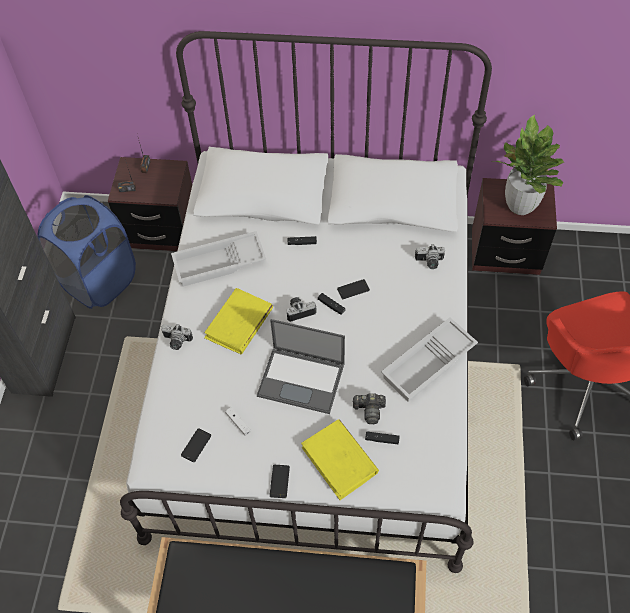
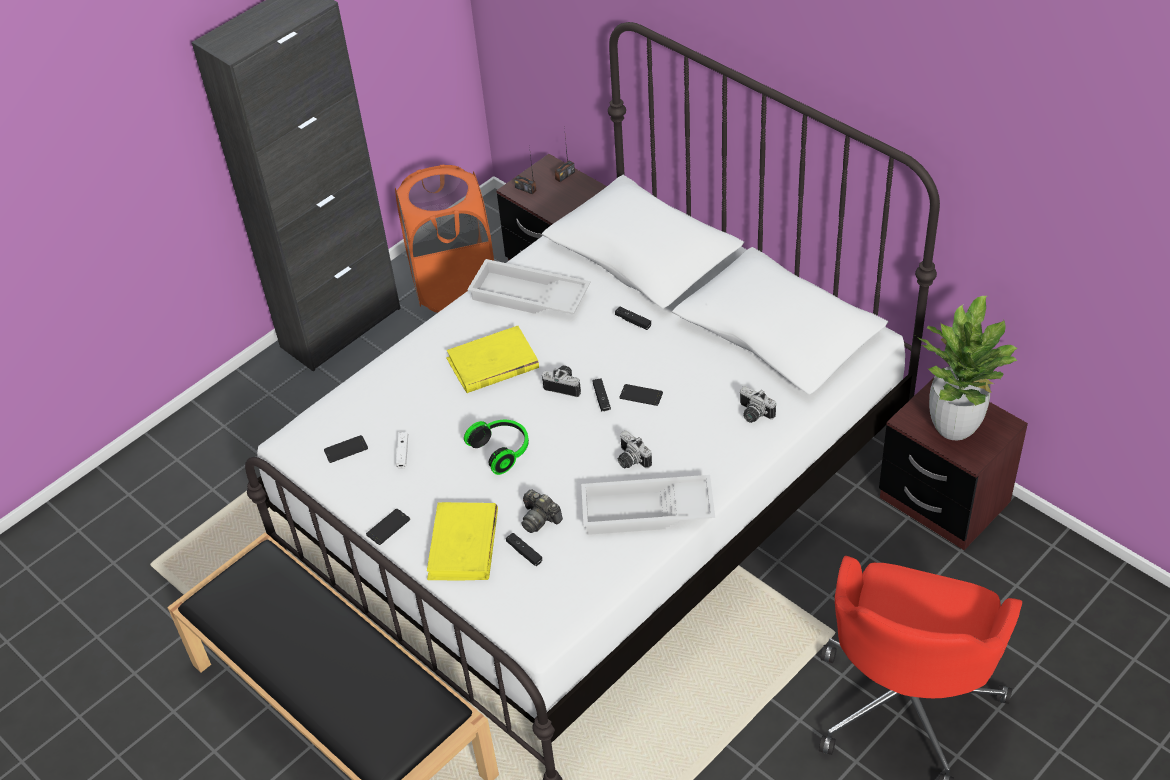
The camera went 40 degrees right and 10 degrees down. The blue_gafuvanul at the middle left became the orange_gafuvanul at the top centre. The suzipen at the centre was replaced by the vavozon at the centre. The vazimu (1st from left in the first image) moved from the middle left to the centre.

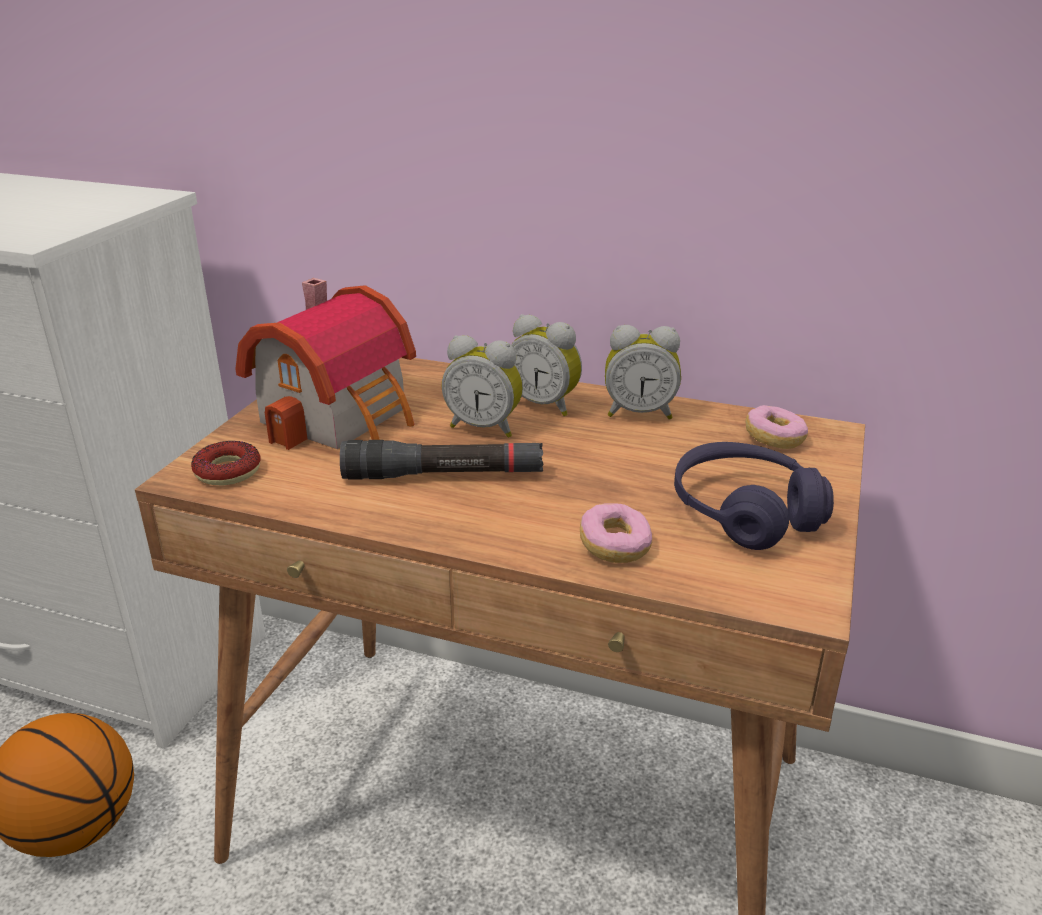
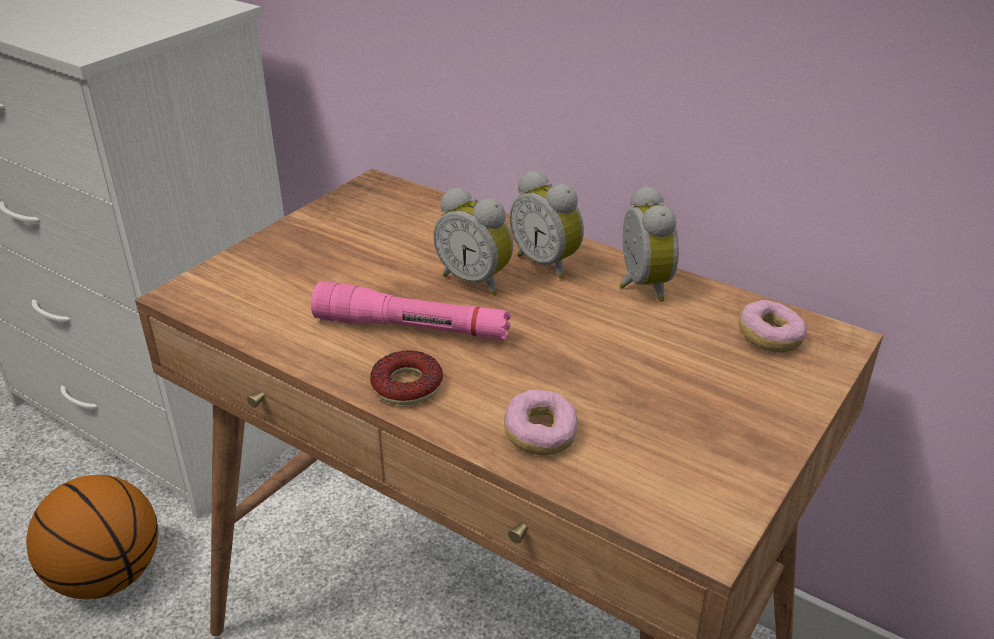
The camera went 15 degrees right and 5 degrees up. The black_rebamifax at the centre became the pink_rebamifax at the centre. The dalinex (1st from left) moved from the middle left to the centre. The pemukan (3rd from left) at the centre turned 120 degrees counterclockwise. The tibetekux at the middle left disappeared. The purple_vavozon at the middle right disappeared.

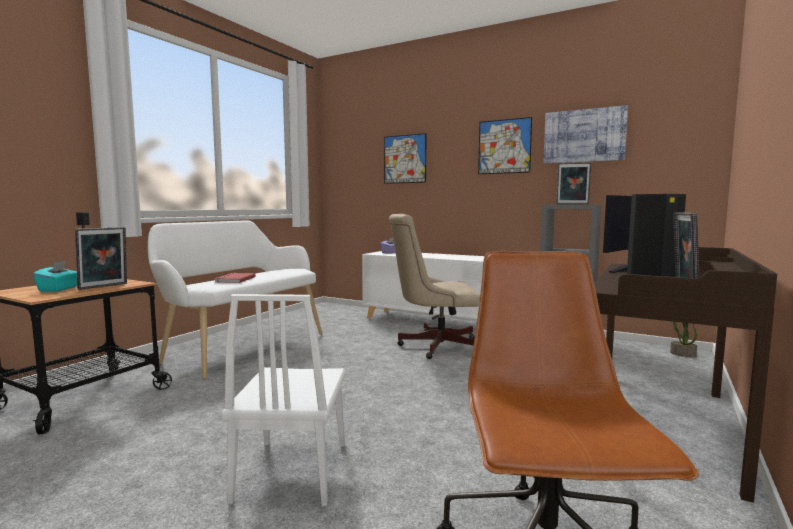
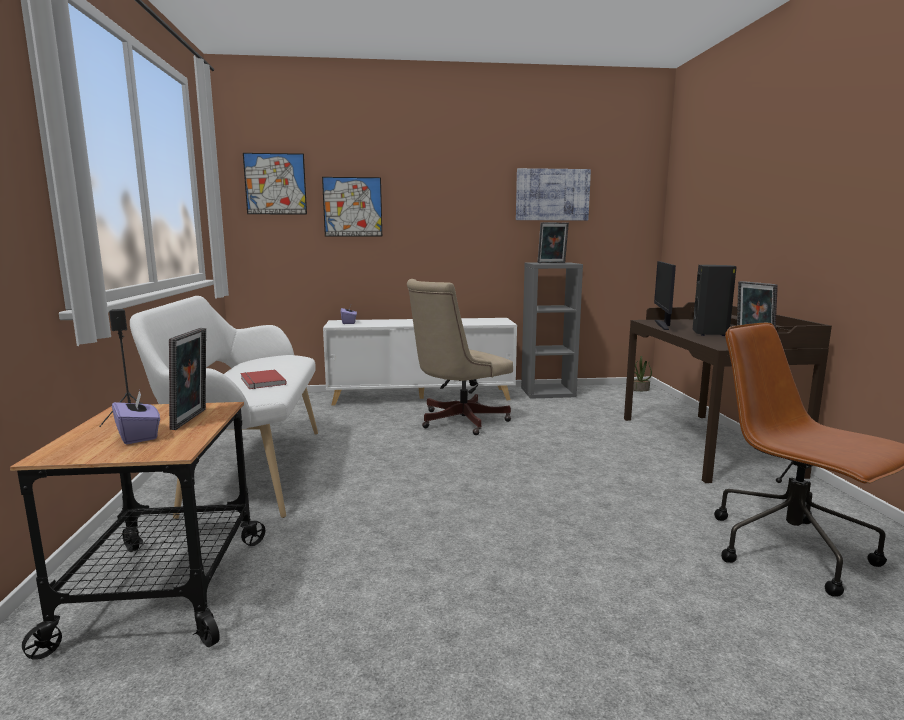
The camera went 35 degrees left and 5 degrees up. The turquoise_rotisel at the middle left became the purple_rotisel (1st from left) at the middle left. The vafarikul (2nd from left in the first image) moved from the top centre to the top left. The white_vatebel at the bottom centre disappeared.

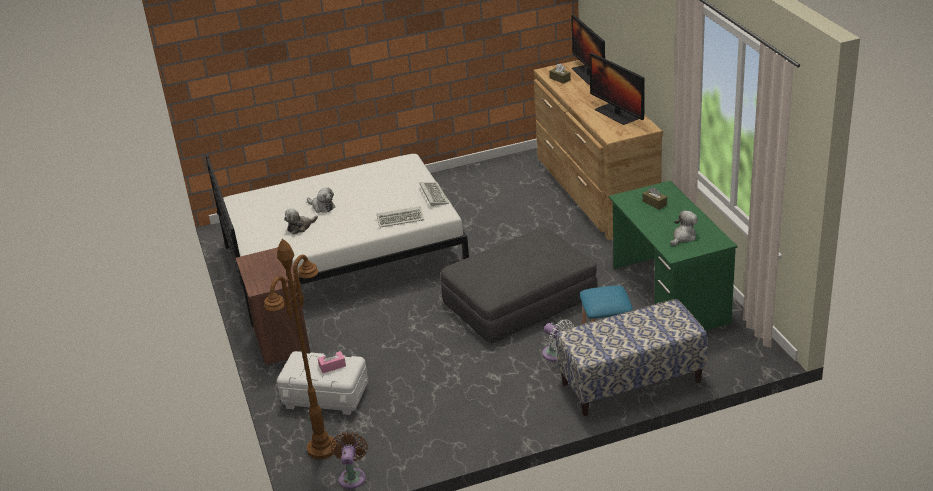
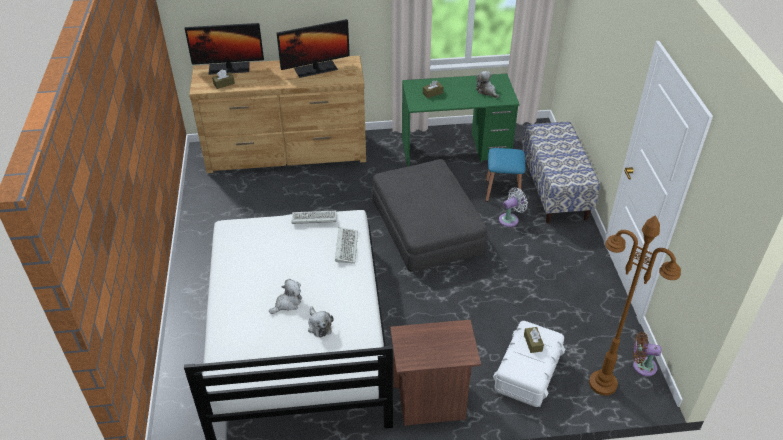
The camera went 80 degrees left and 10 degrees up. The pink_rotisel at the bottom centre became the brown_rotisel (3rd from left) at the bottom right.

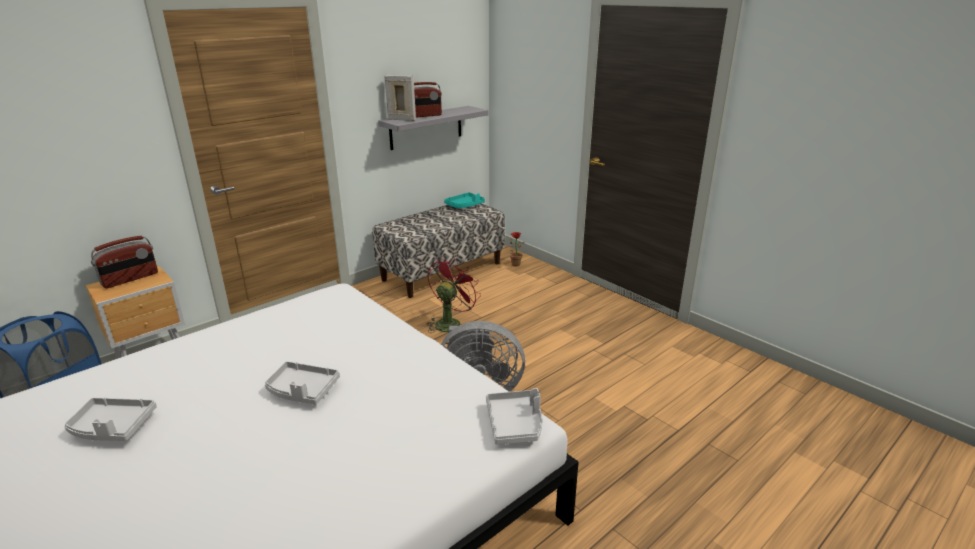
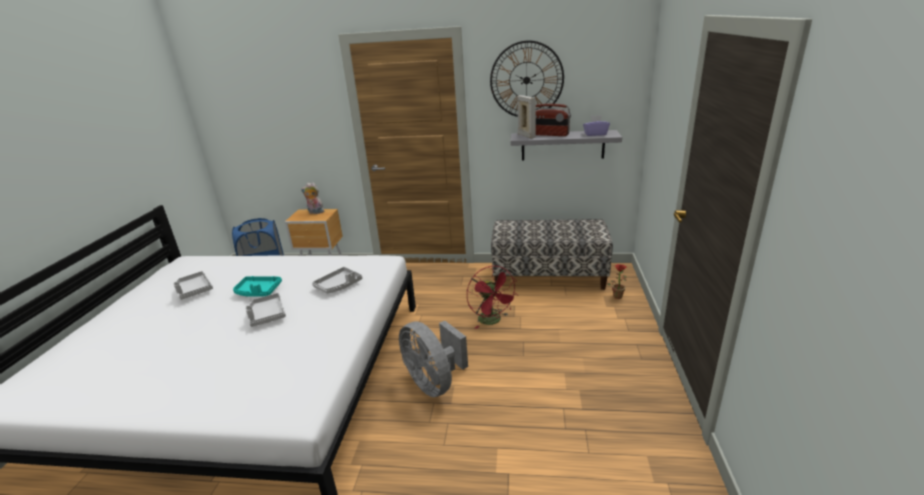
The camera went 50 degrees right and 0 degrees up. The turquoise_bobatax moved from the centre to the middle left. The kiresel (1st from left) at the middle left was replaced by the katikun at the centre. The grey_bobatax (3rd from left) moved from the bottom centre to the centre. The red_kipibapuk at the centre turned 75 degrees clockwise. The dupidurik at the top centre appeared. The purple_rotisel at the top centre appeared.

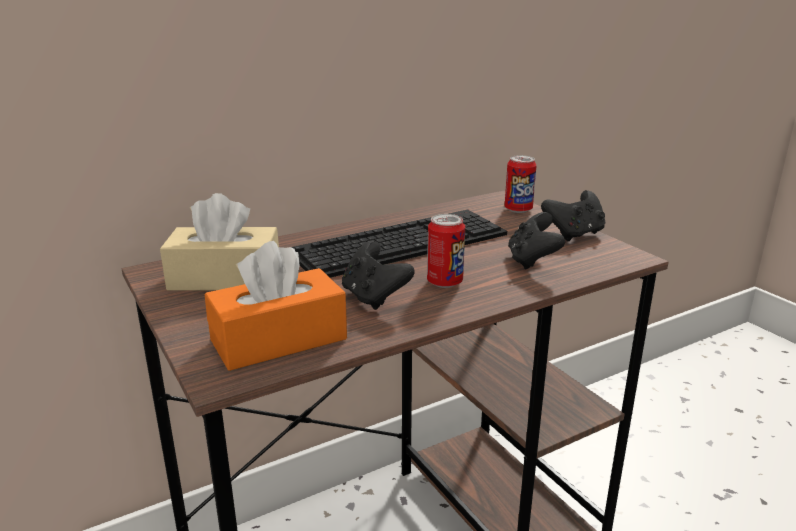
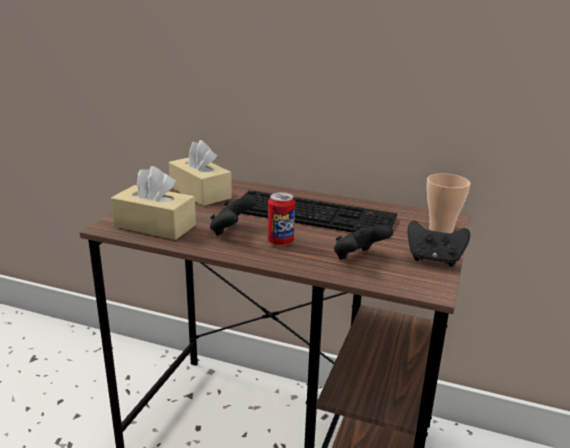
The camera went 50 degrees right and 0 degrees up. The orange_rotisel at the centre became the beige_rotisel (1st from left) at the middle left. The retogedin (2nd from left) at the centre was replaced by the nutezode at the middle right.

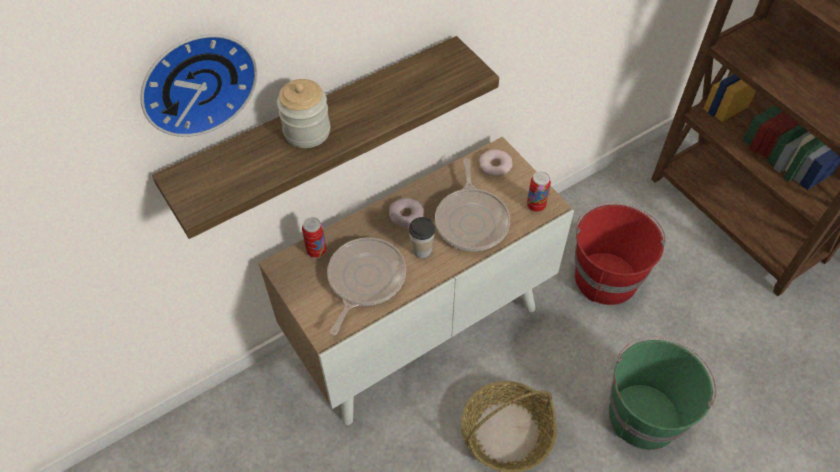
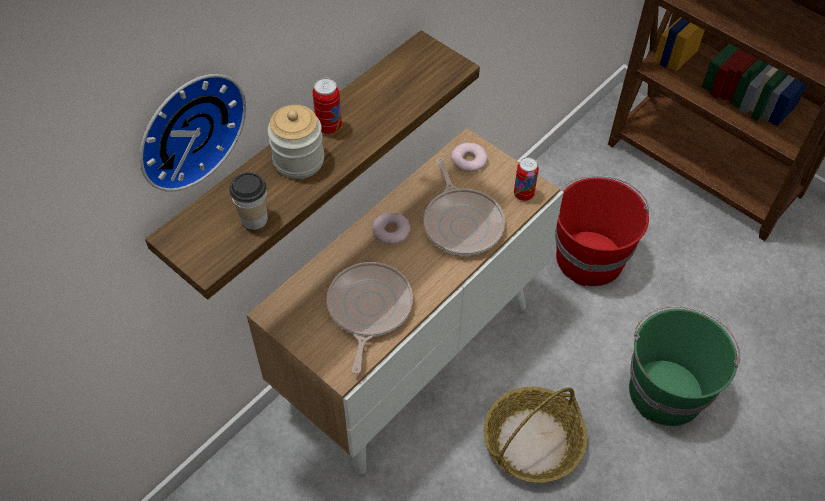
The camera went 15 degrees left and 0 degrees up. The nutezode moved from the centre to the middle left. The retogedin (1st from left) moved from the centre to the top centre.

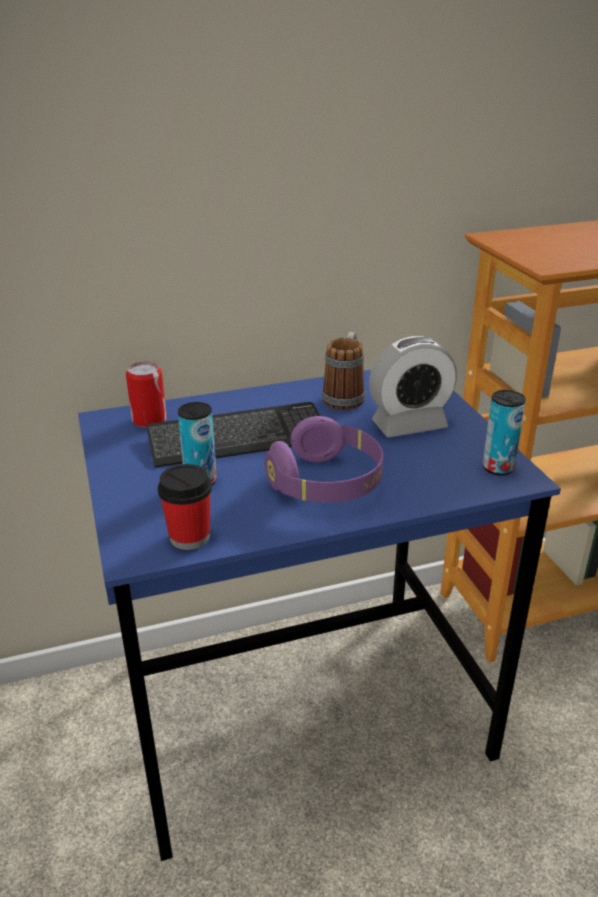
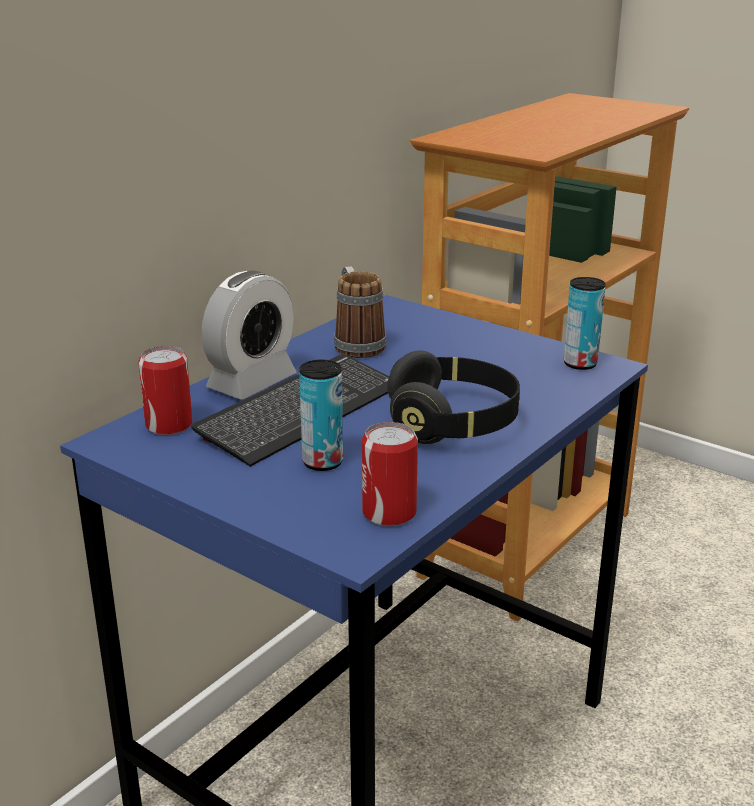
The camera went 35 degrees left and 5 degrees down. The pemukan moved from the middle right to the middle left. The nutezode at the middle left was replaced by the retogedin (3rd from left) at the centre. The purple_vavozon at the centre became the black_vavozon at the centre.

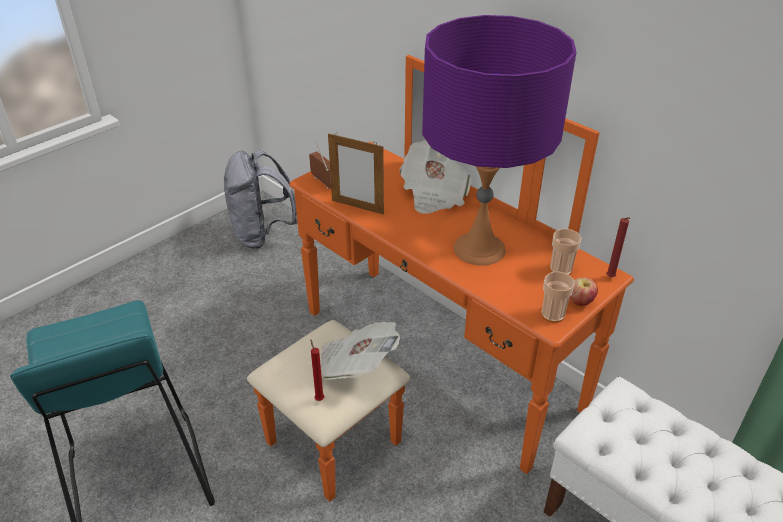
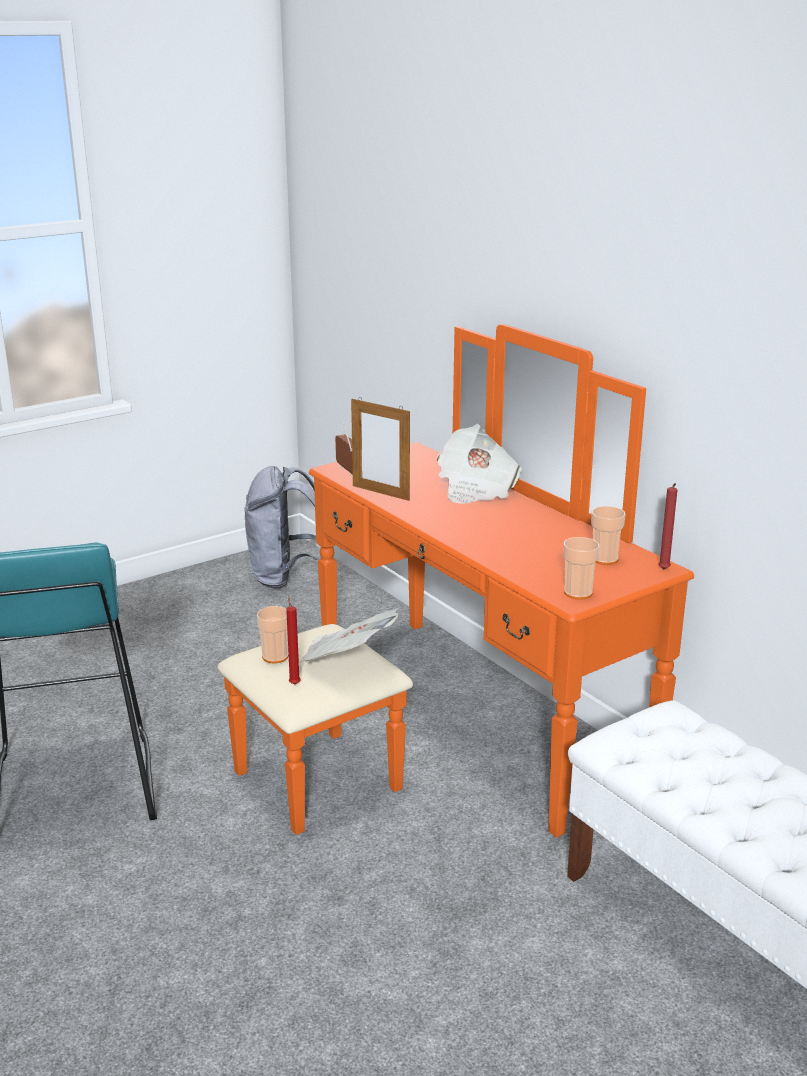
The camera went 10 degrees right and 15 degrees down. The nutezode (1st from left) at the centre appeared. The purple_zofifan at the top centre disappeared. The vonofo at the middle right disappeared.

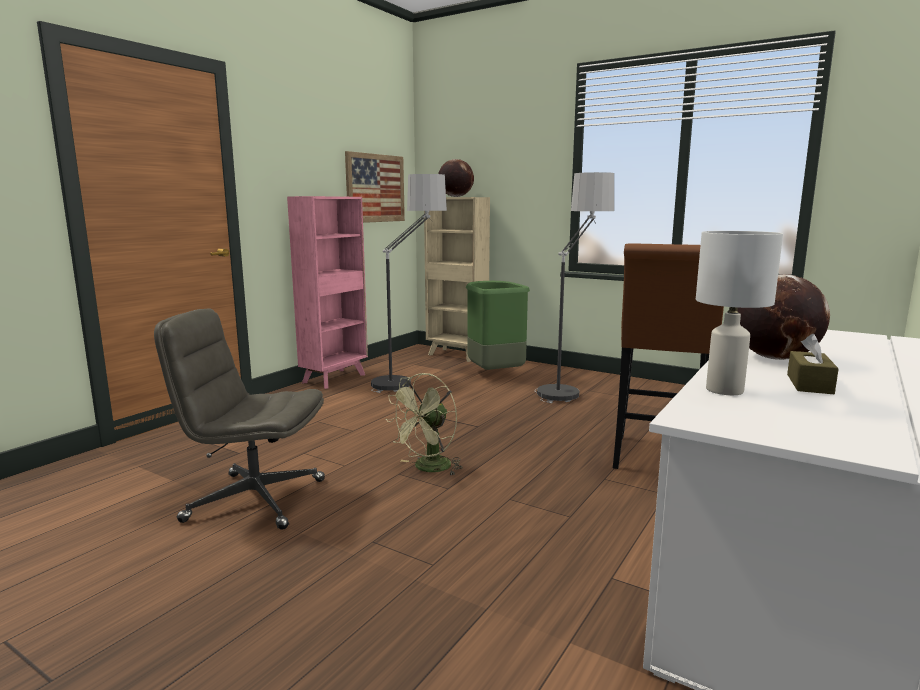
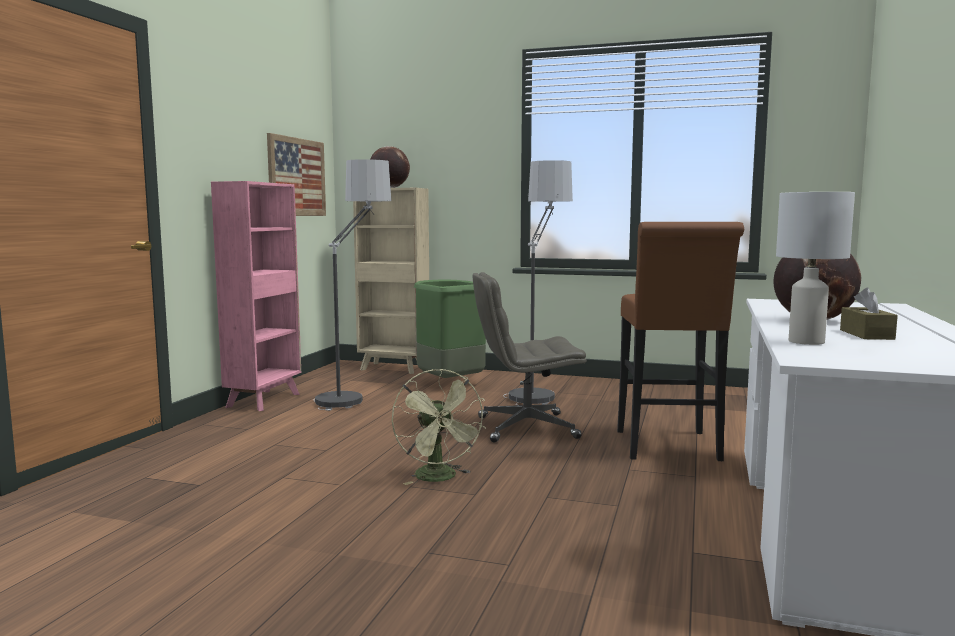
The camera went 15 degrees left and 5 degrees down. The green_kipibapuk at the centre turned 45 degrees counterclockwise. The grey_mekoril moved from the middle left to the centre.

